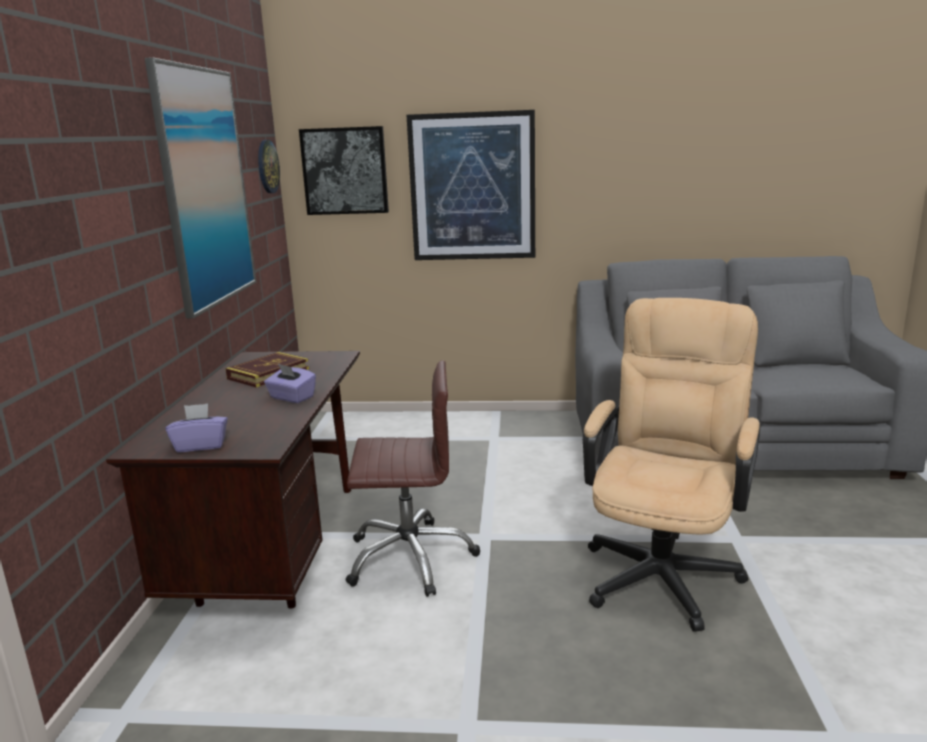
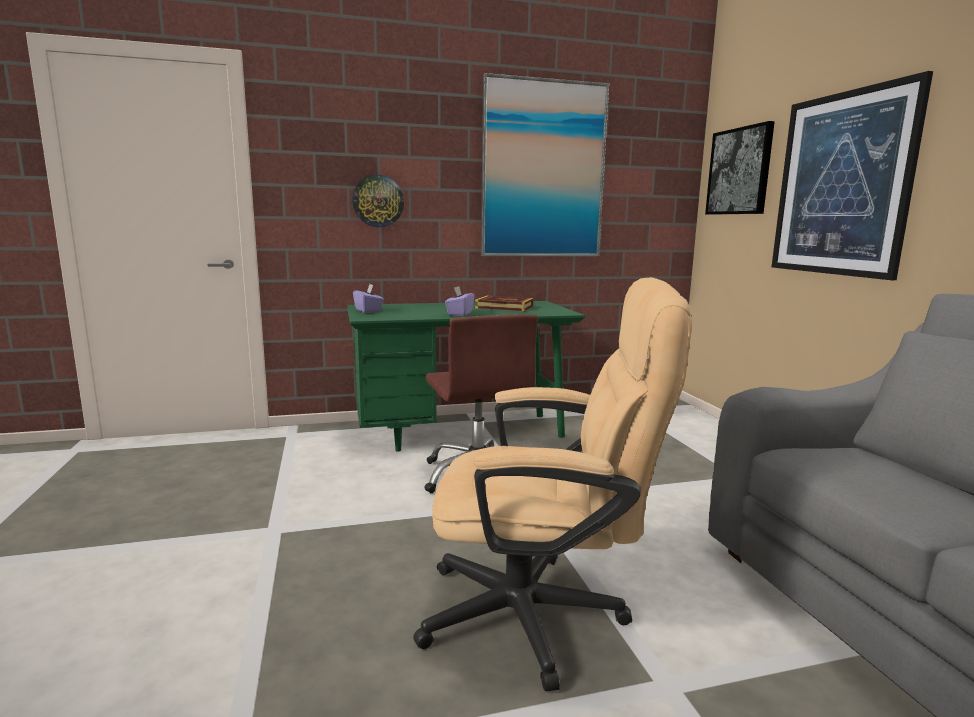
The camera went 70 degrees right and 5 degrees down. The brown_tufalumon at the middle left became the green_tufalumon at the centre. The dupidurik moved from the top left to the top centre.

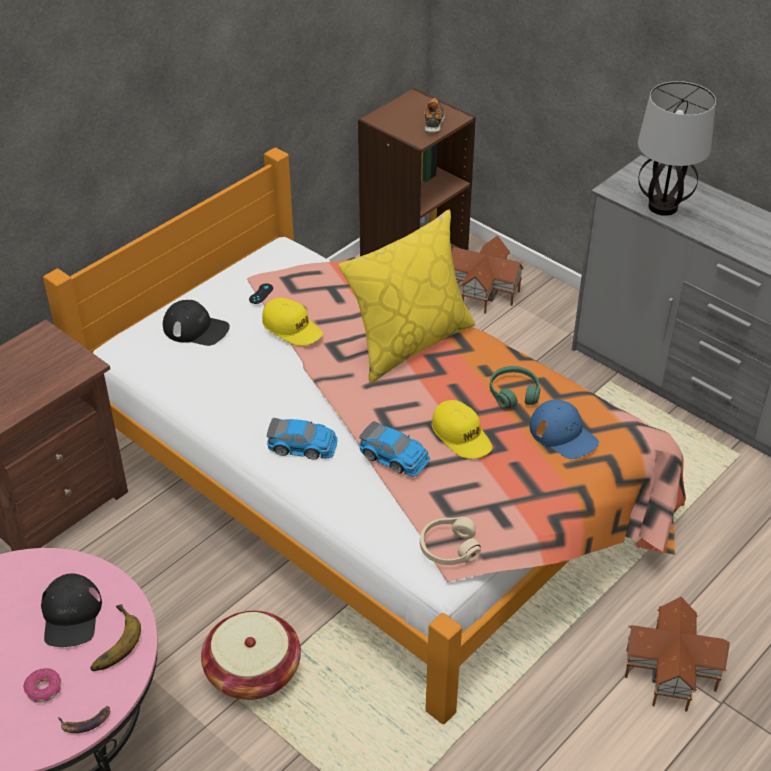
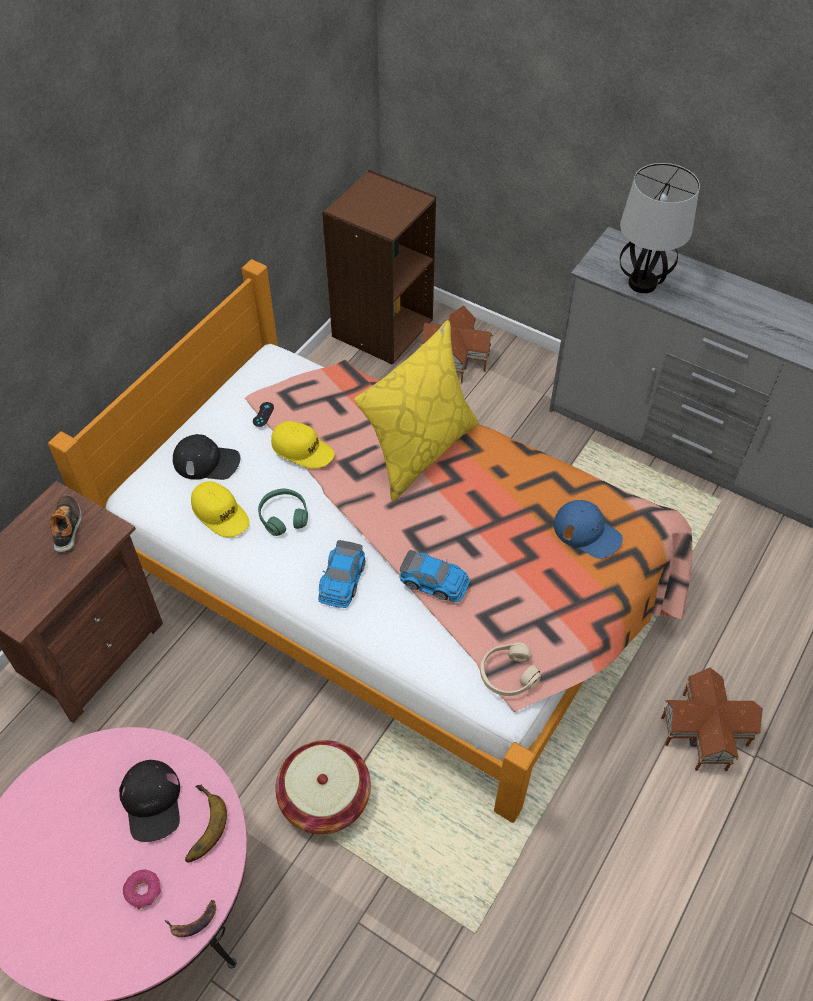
The camera went 10 degrees left and 10 degrees up. The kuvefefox moved from the top centre to the middle left. The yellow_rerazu (2nd from left in the first image) moved from the centre to the middle left. The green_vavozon moved from the middle right to the centre. The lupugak (1st from left) at the centre turned 105 degrees clockwise.

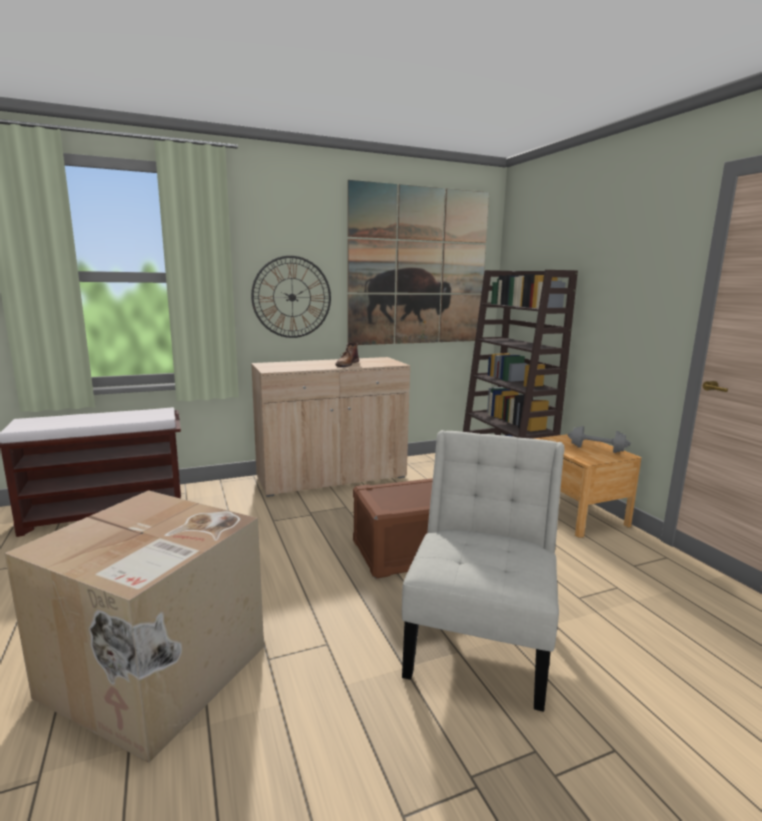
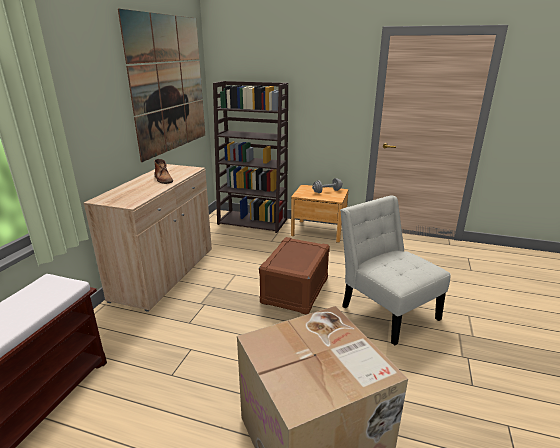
The camera went 50 degrees left and 10 degrees up. The dupidurik at the centre disappeared.

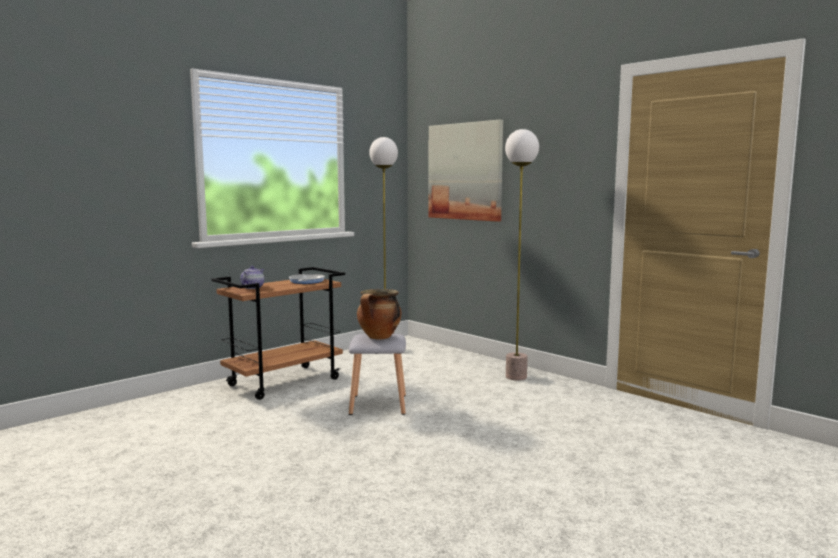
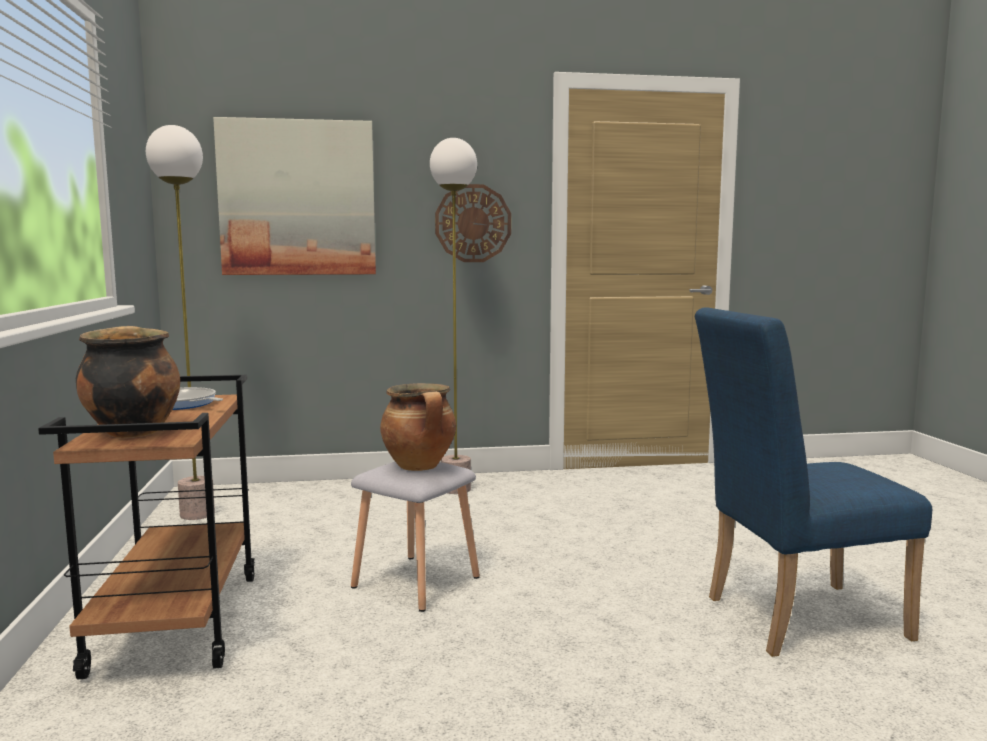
The camera went 55 degrees left and 0 degrees up. The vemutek at the middle left was replaced by the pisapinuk (1st from left) at the middle left. The dupidurik at the top centre appeared. The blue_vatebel at the middle right appeared.

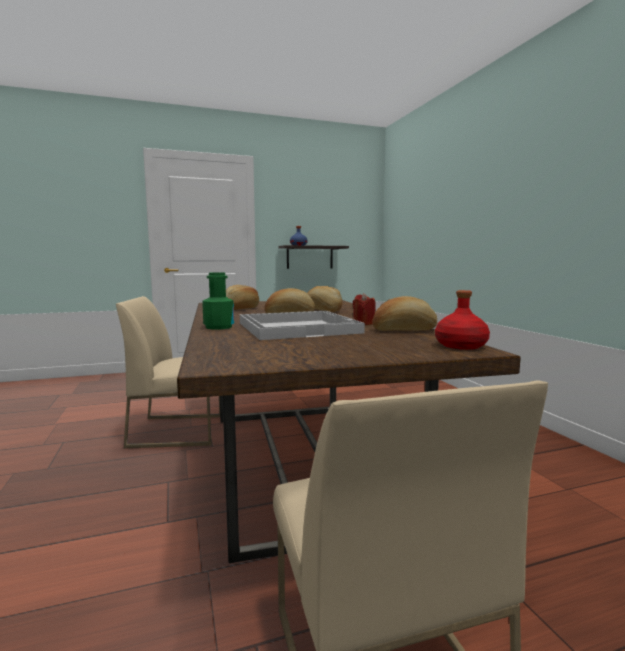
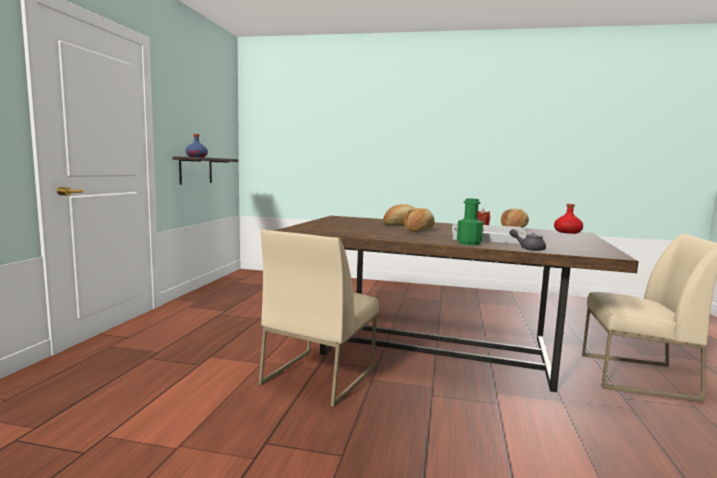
The camera went 60 degrees left and 0 degrees up. The grey_vemutek at the middle right appeared. The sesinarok (1st from left) at the centre disappeared.

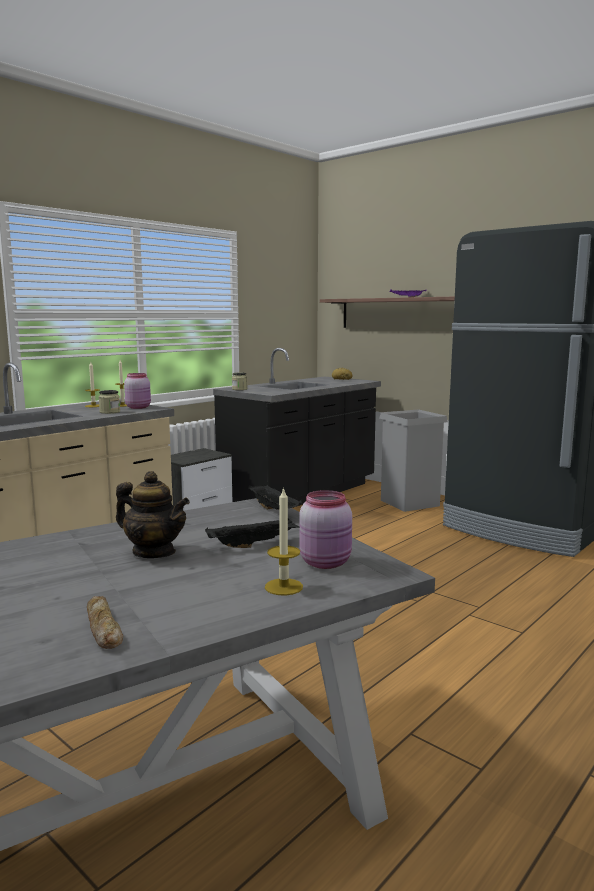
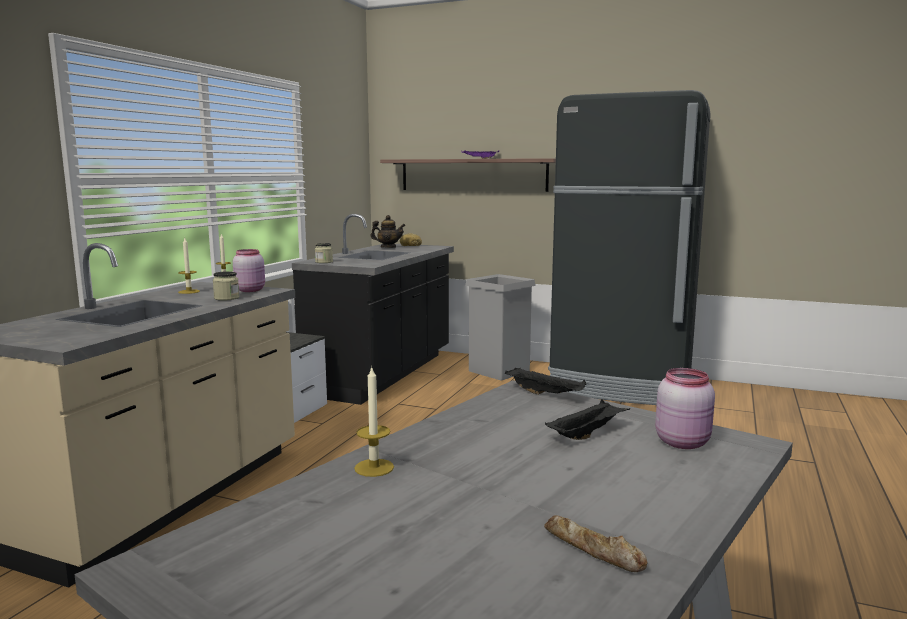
The camera went 20 degrees left and 0 degrees up. The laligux (3rd from left) moved from the centre to the bottom centre. The vemutek moved from the middle left to the centre.

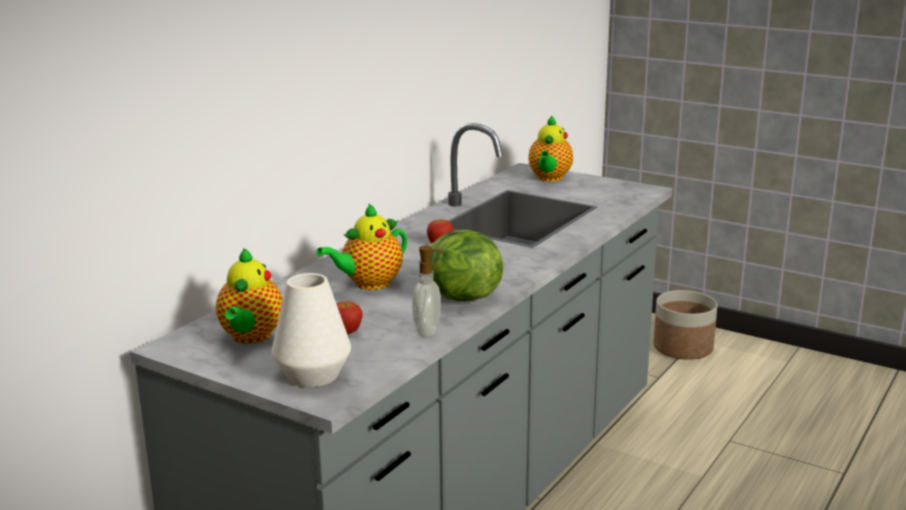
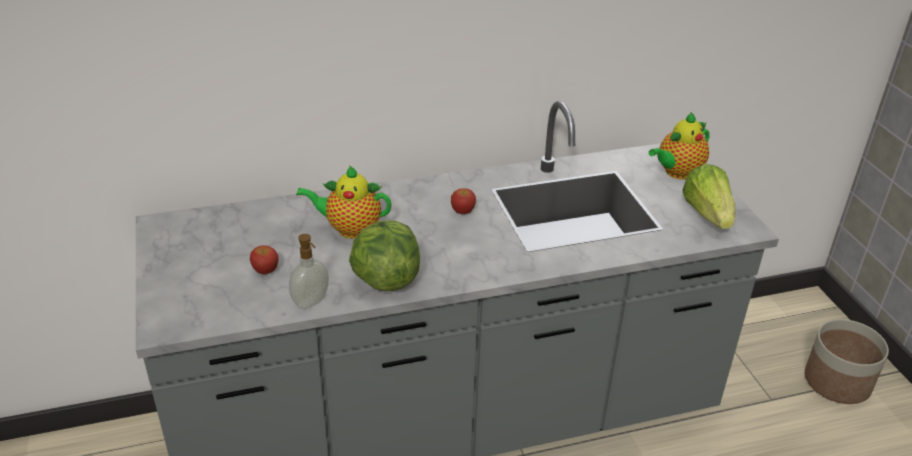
The camera went 40 degrees right and 15 degrees up. The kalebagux (2nd from left) at the middle right appeared. The vemutek (1st from left) at the middle left disappeared. The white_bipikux at the centre disappeared.

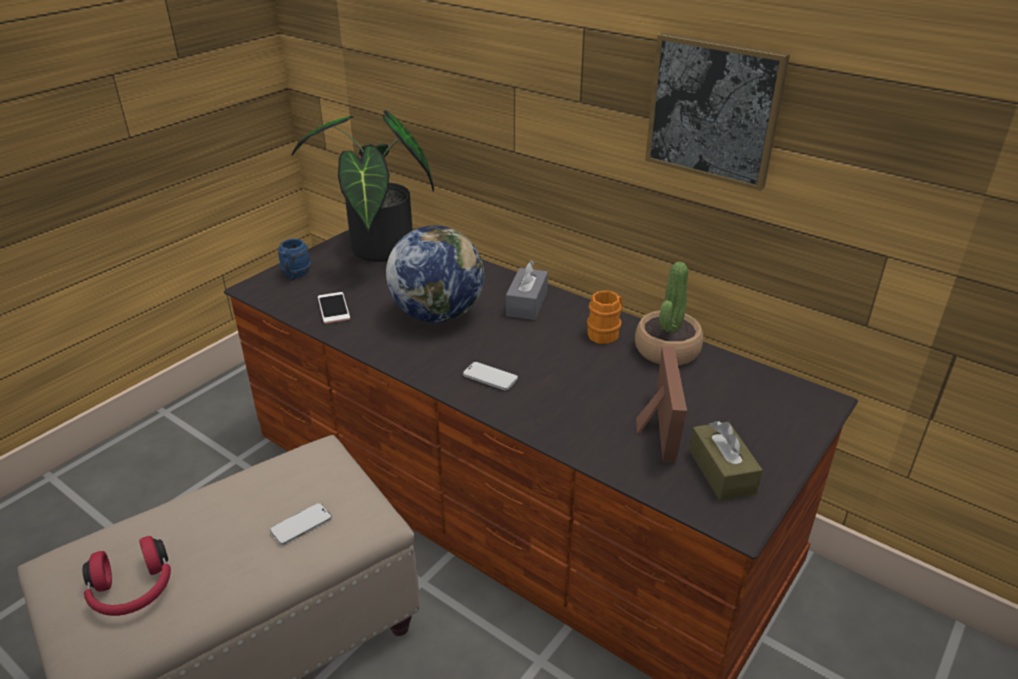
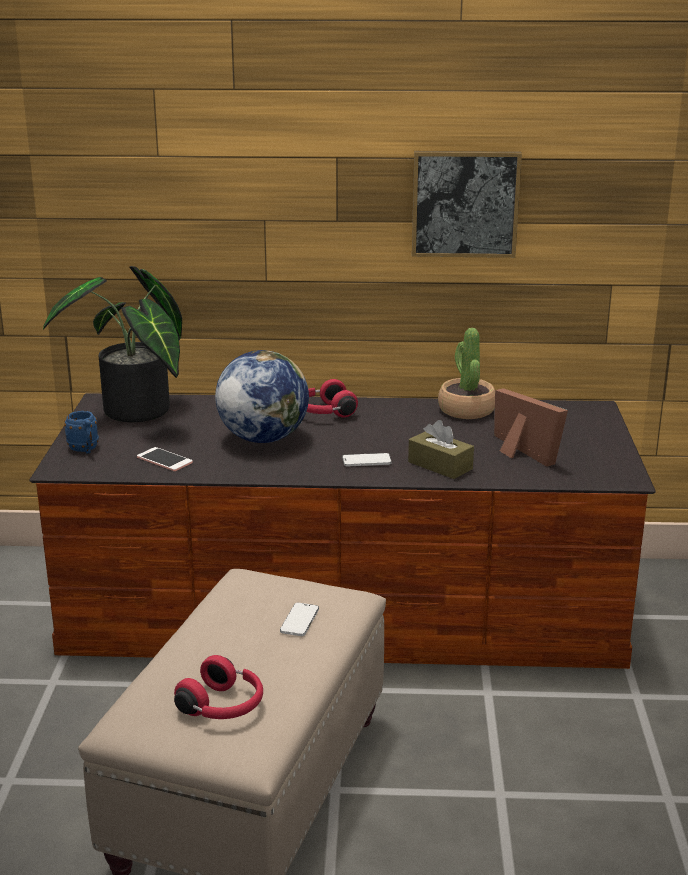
The camera went 35 degrees left and 10 degrees down. The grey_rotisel at the centre was replaced by the red_vavozon (2nd from left) at the centre. The brown_rotisel moved from the bottom right to the centre. The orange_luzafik at the centre disappeared.

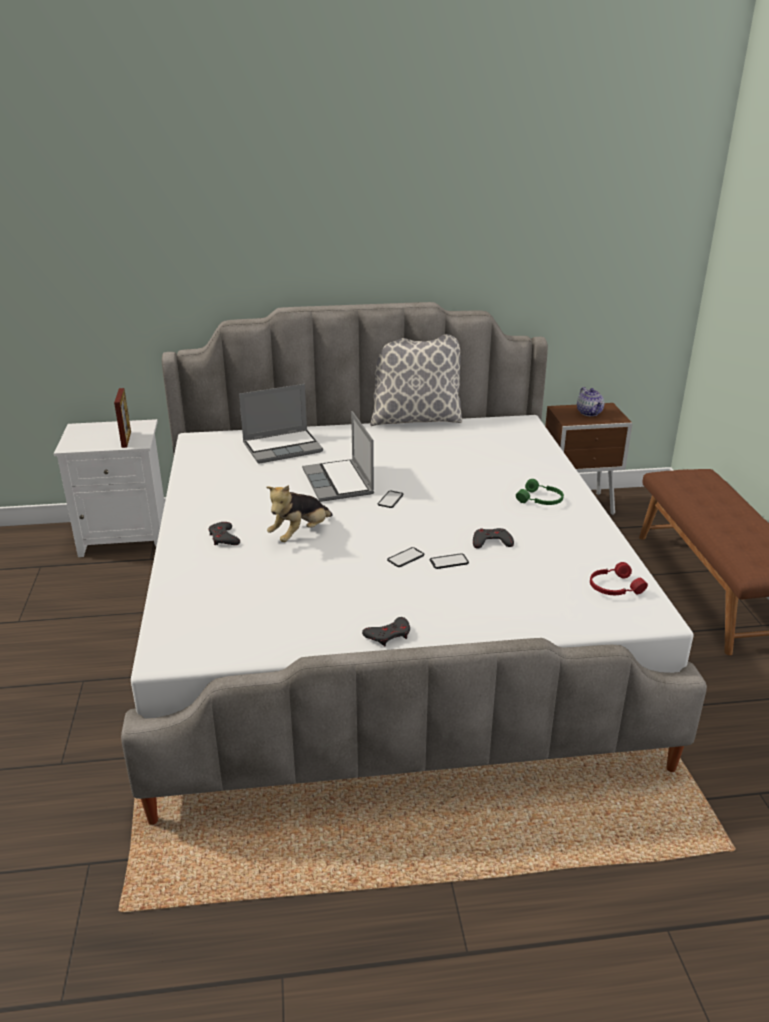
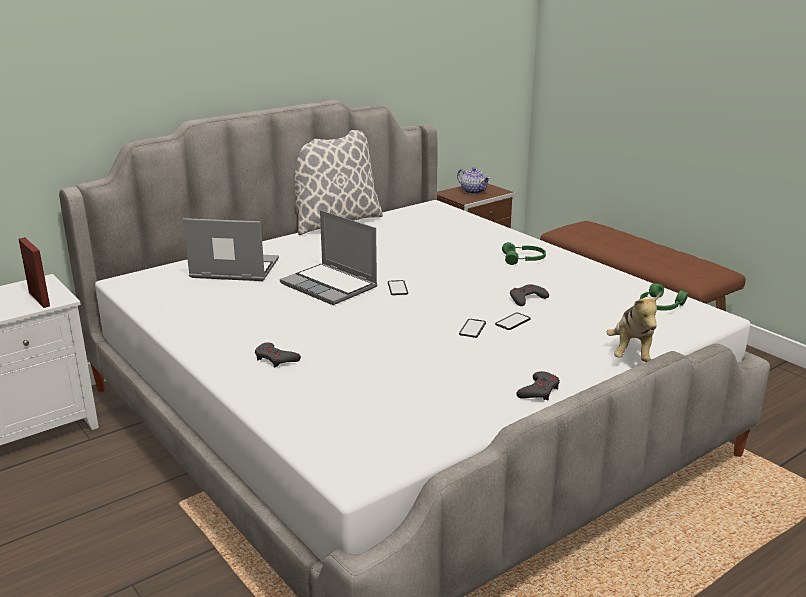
The camera went 30 degrees left and 5 degrees down. The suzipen (1st from left) at the centre turned 120 degrees counterclockwise. The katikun moved from the centre to the middle right. The red_vavozon at the middle right became the green_vavozon (2nd from left) at the middle right.

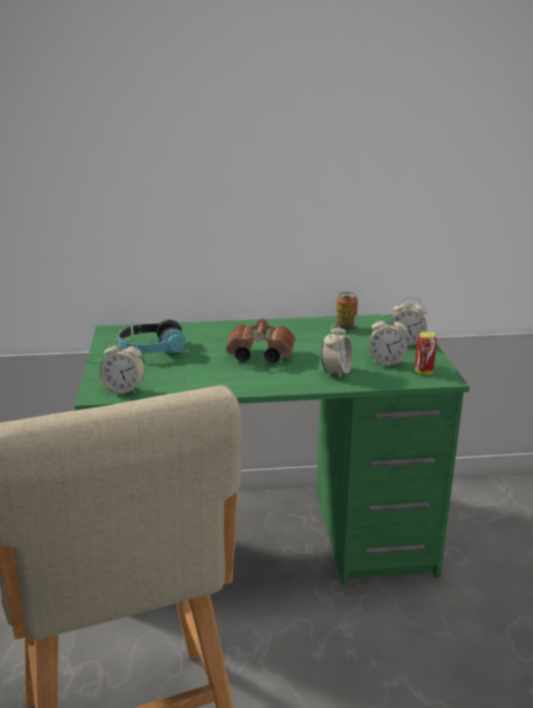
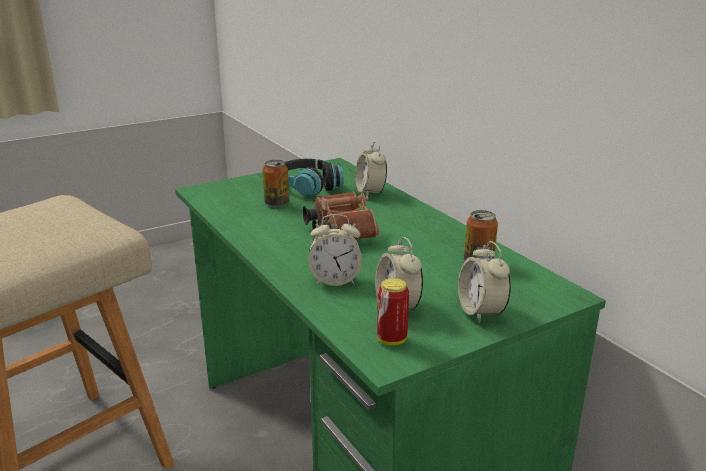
The camera went 65 degrees right and 0 degrees up. The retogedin (1st from left) at the centre appeared. The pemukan (1st from left in the first image) moved from the middle left to the centre.

